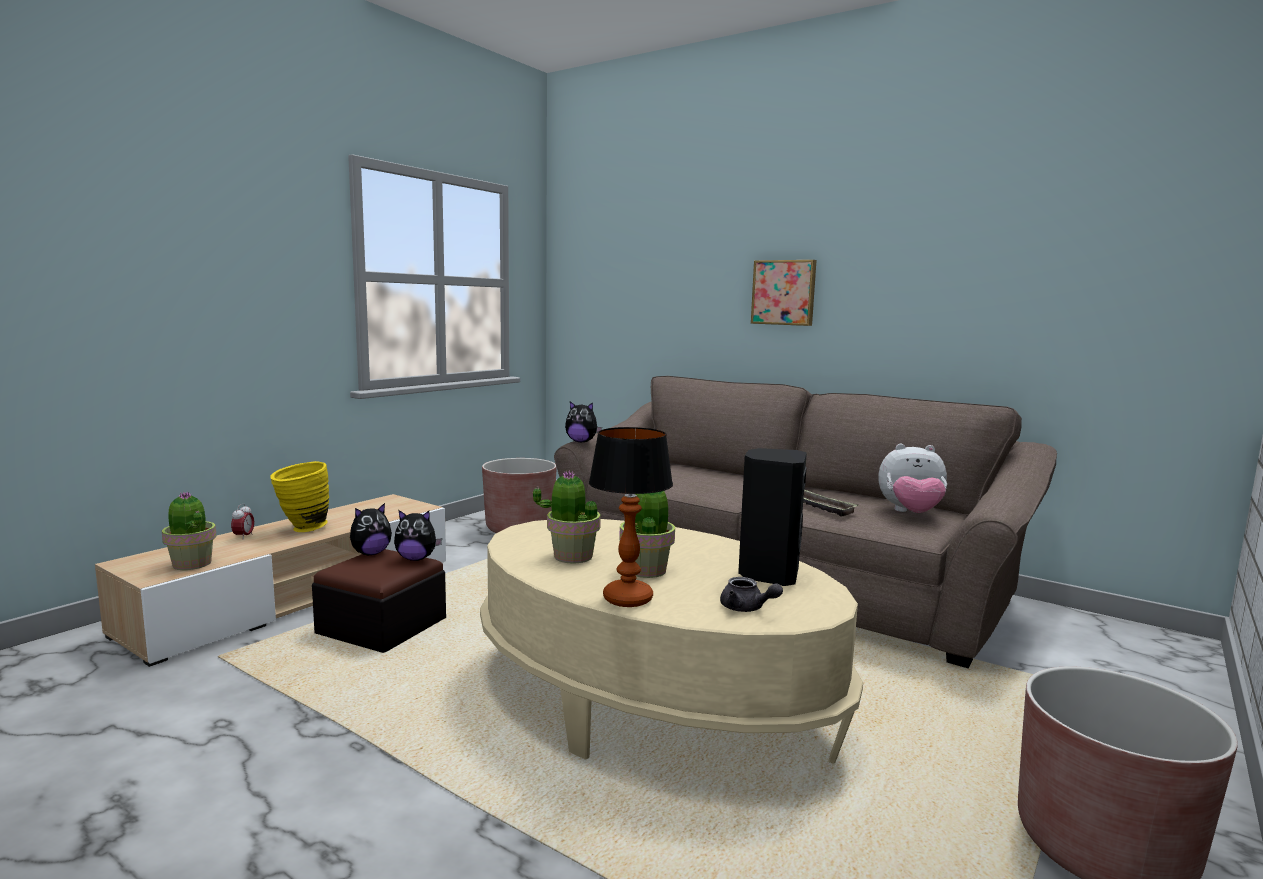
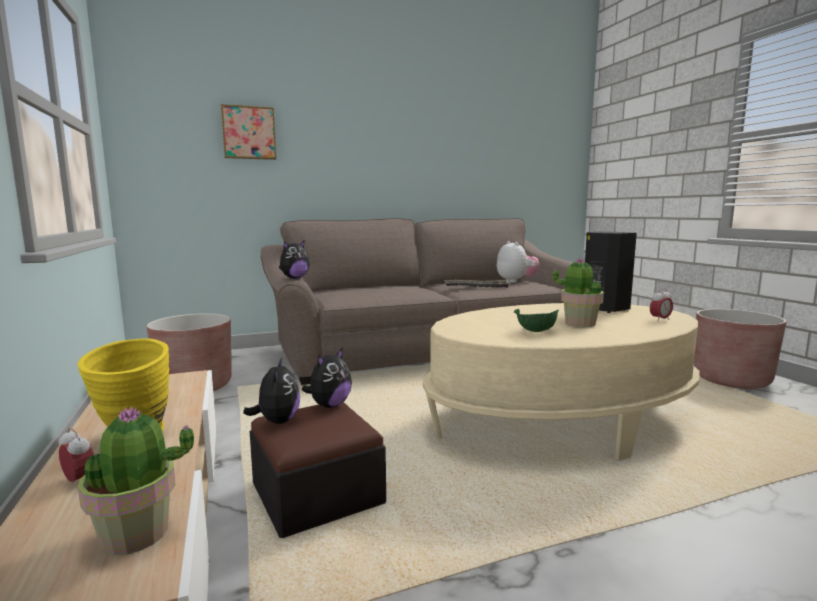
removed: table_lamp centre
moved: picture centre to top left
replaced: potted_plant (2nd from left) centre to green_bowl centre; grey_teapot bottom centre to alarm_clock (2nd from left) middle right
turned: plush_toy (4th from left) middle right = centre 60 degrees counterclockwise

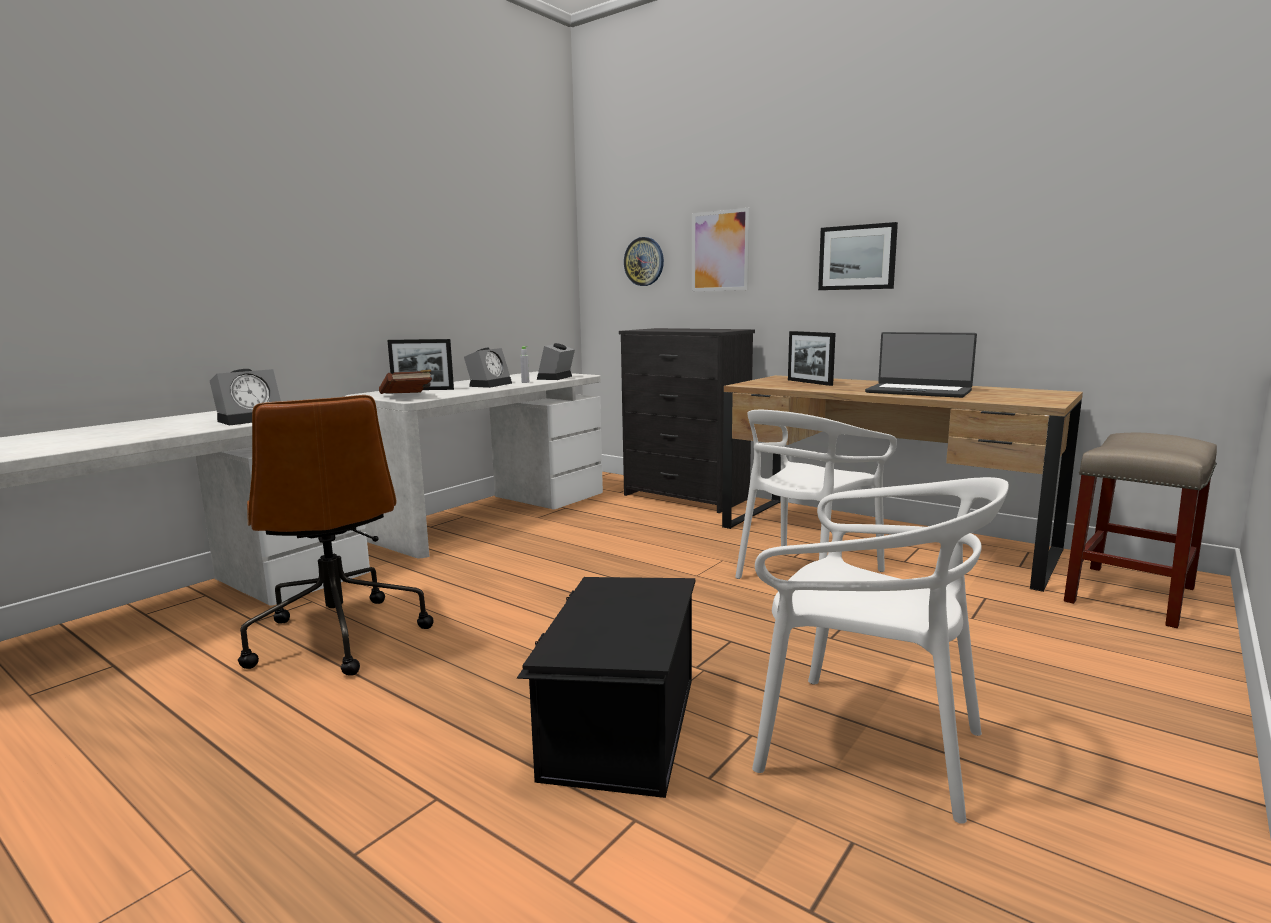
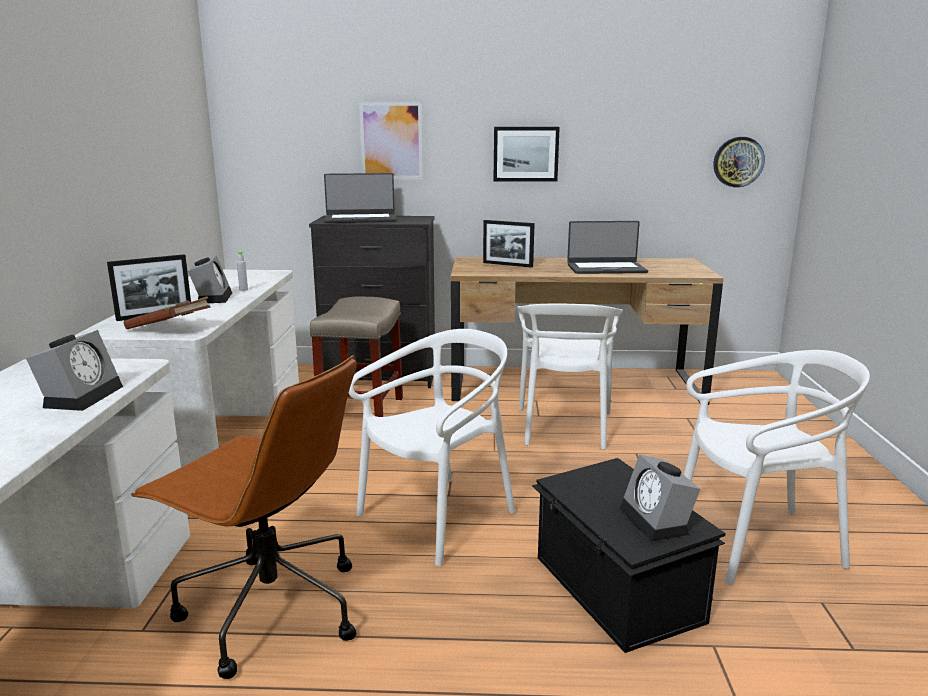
added: laptop (1st from left) top centre; white_chair (1st from left) centre
moved: wall_clock top centre to top right; alarm_clock (3rd from left) centre to bottom right; beige_stool middle right to centre

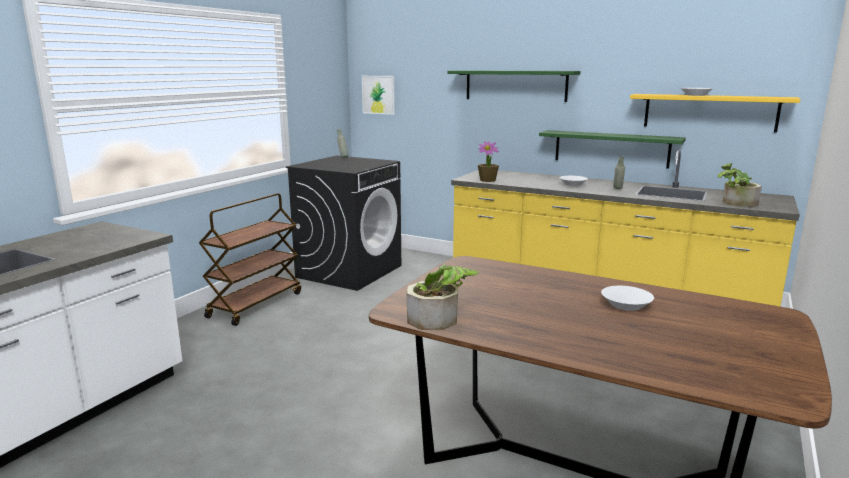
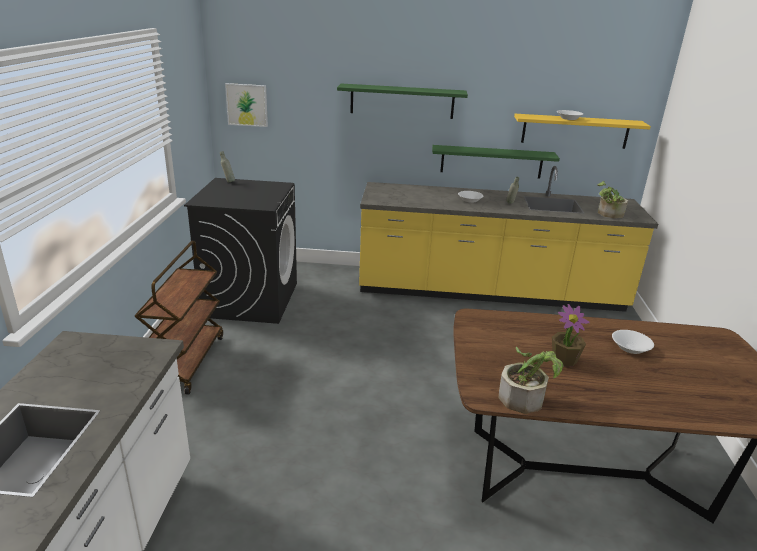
moved: potted_plant (2nd from left) centre to middle right

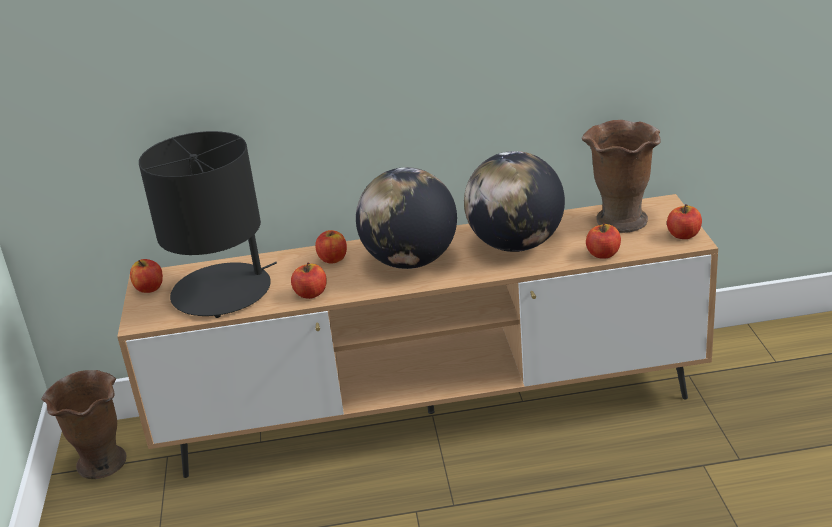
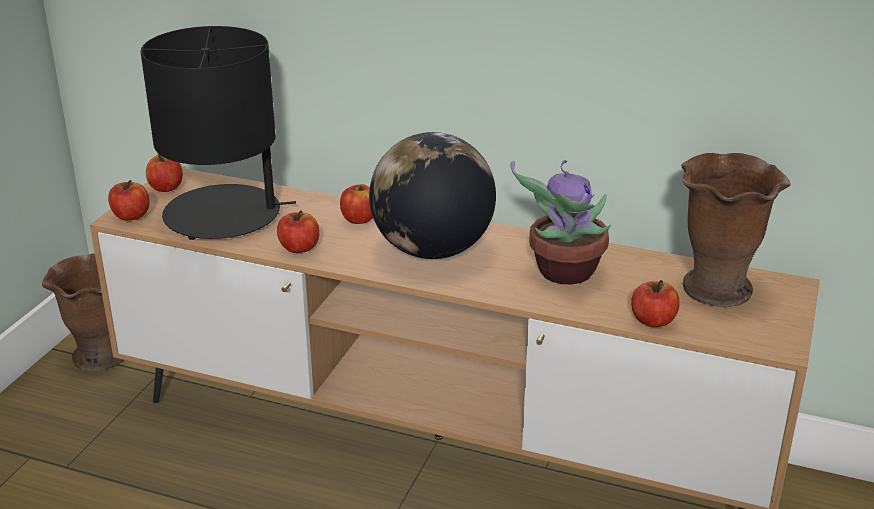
moved: apple (5th from left in the first image) middle right to apple (1st from left) middle left
replaced: globe (2nd from left) centre to potted_plant centre

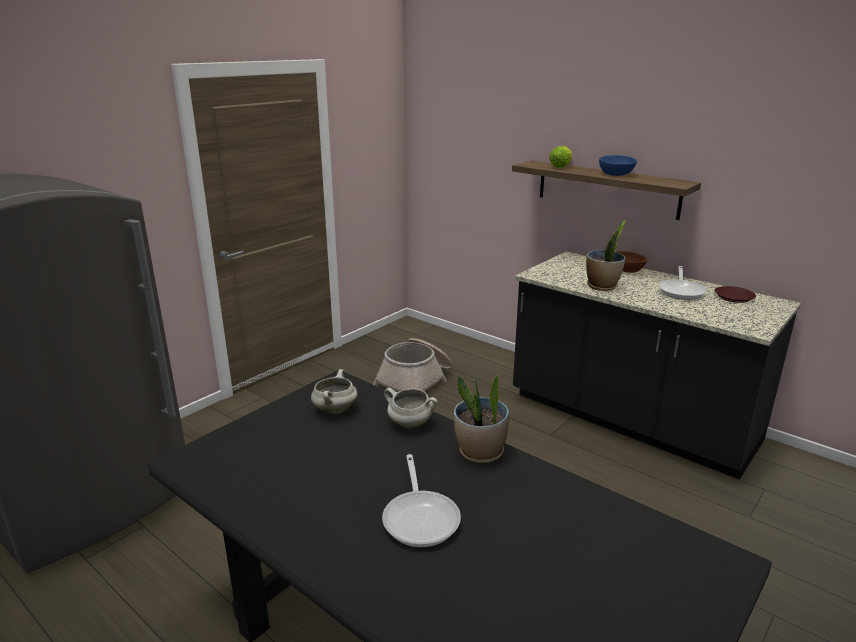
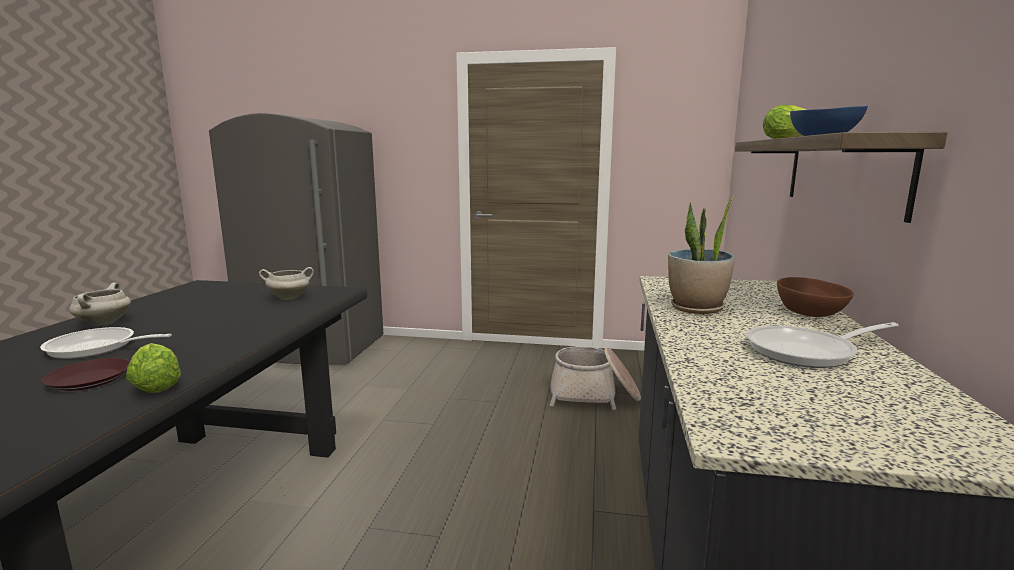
removed: potted_plant (1st from left) centre
added: lettuce (1st from left) middle left
moved: brown_plate middle right to middle left; white_cooking_pot (2nd from left in the first image) centre to white_cooking_pot (1st from left) middle left
turned: frying_pan (1st from left) bottom centre = middle left 45 degrees clockwise

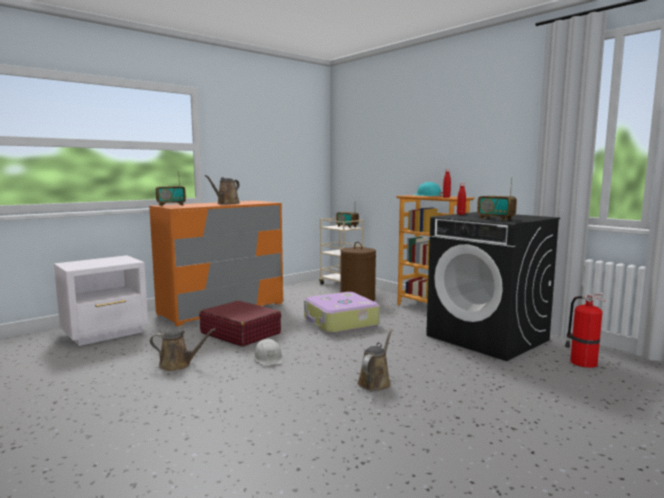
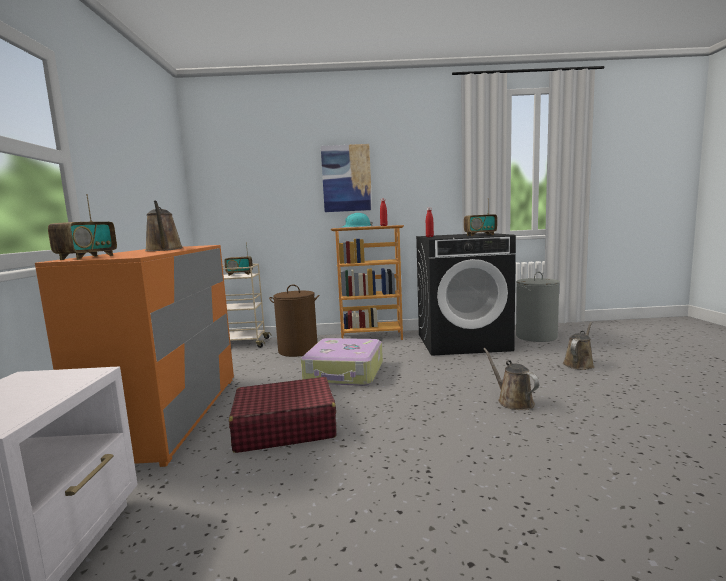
removed: white_hard_hat bottom centre
added: picture top centre
moved: brown_watering_can (1st from left in the first image) bottom left to brown_watering_can (3rd from left) middle right
replaced: fire_extinguisher middle right to grey_laundry_basket middle right

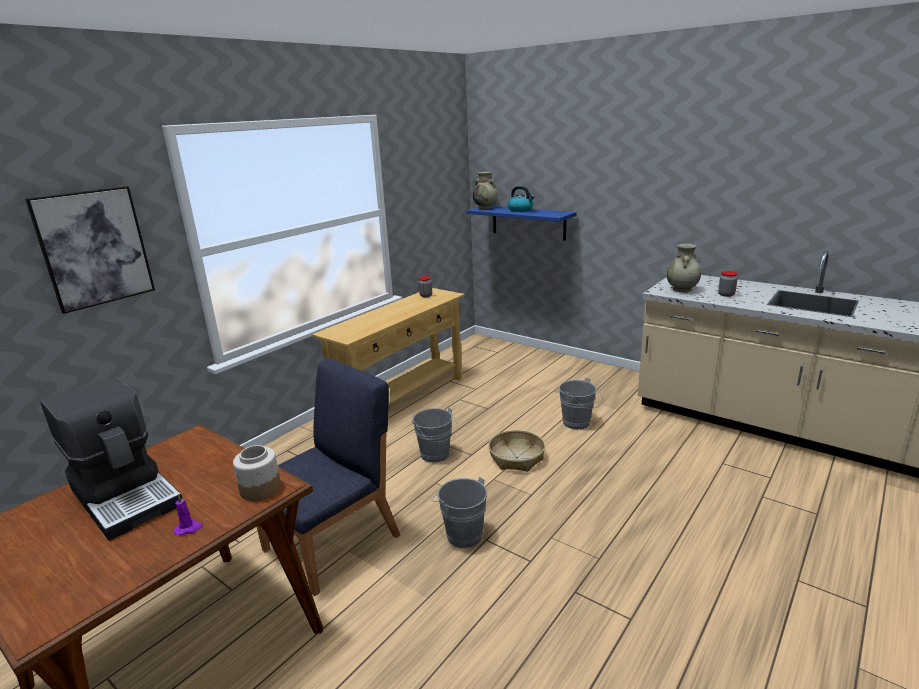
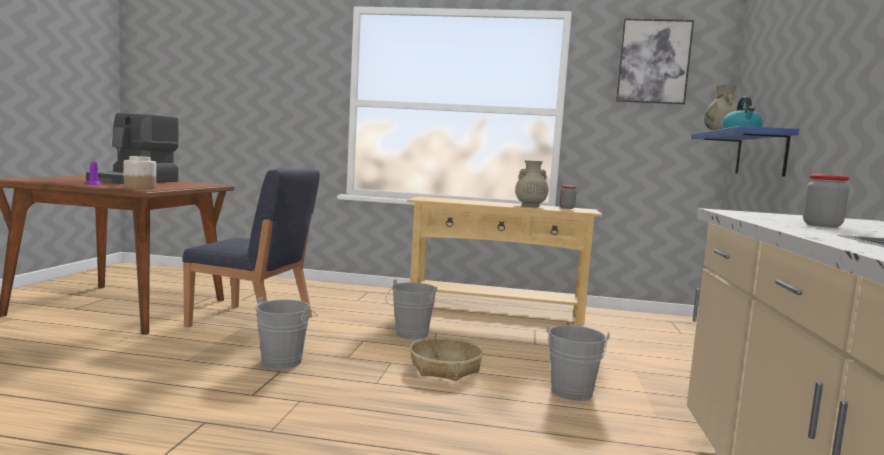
moved: picture middle left to top right; beige_vase (2nd from left in the first image) middle right to beige_vase (1st from left) centre

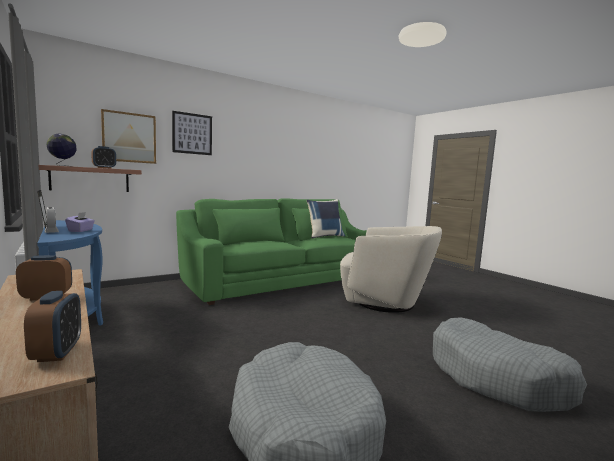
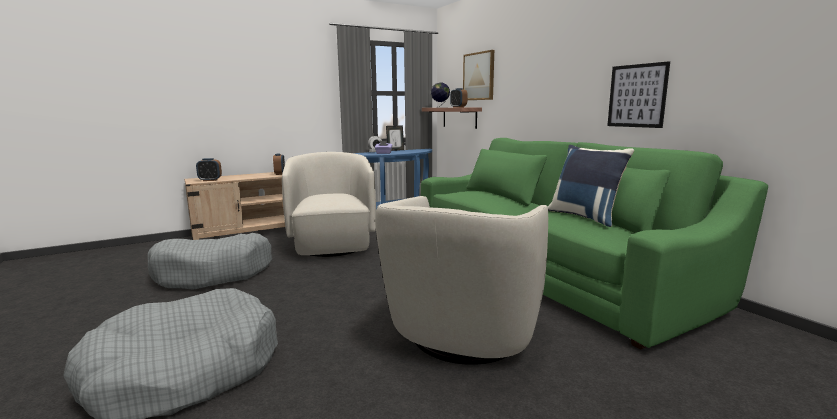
added: beige_armchair (1st from left) centre
moved: picture (2nd from left) top left to top right

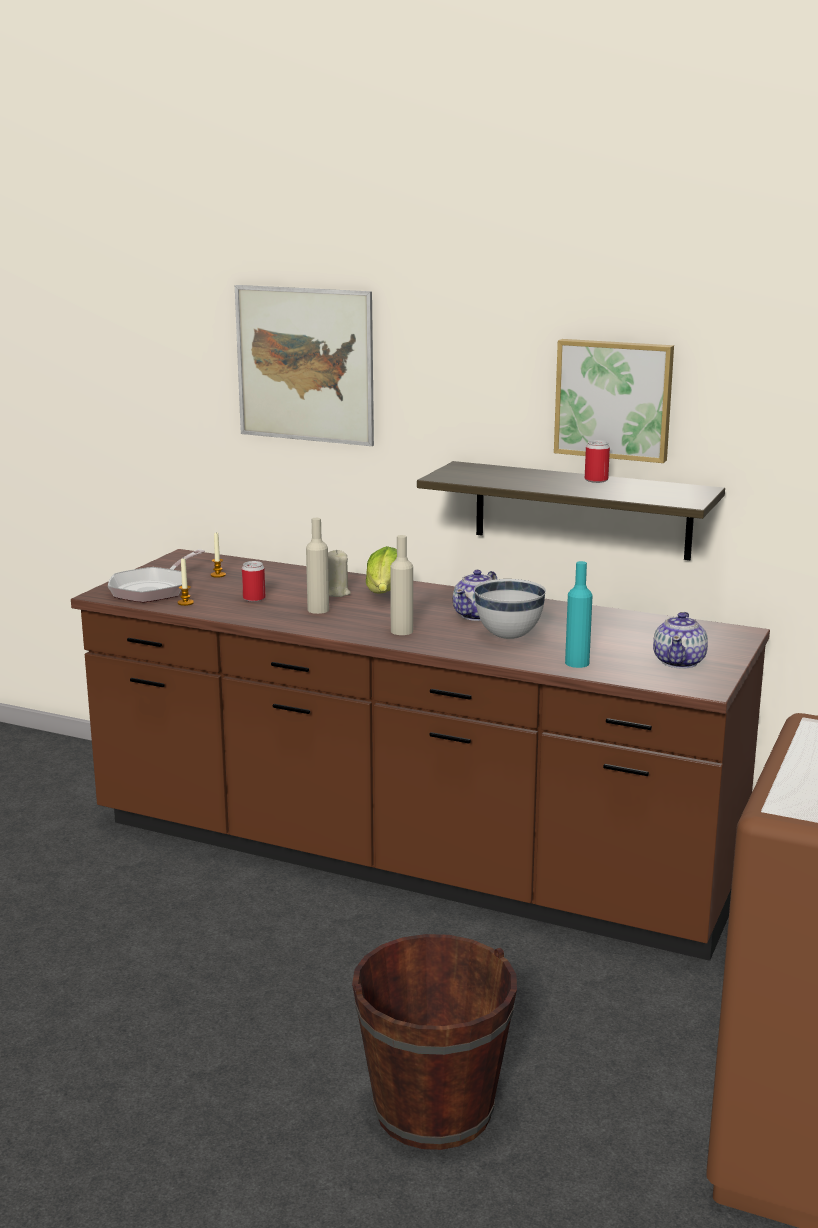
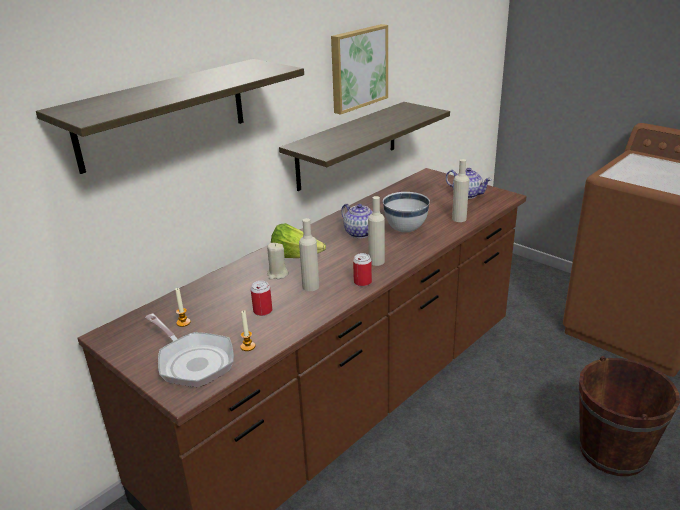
moved: can (2nd from left) middle right to centre
replaced: picture (1st from left) top centre to shelf (1st from left) top left
recoloured: turquoise_bottle middle right to beige_bottle (3rd from left) middle right

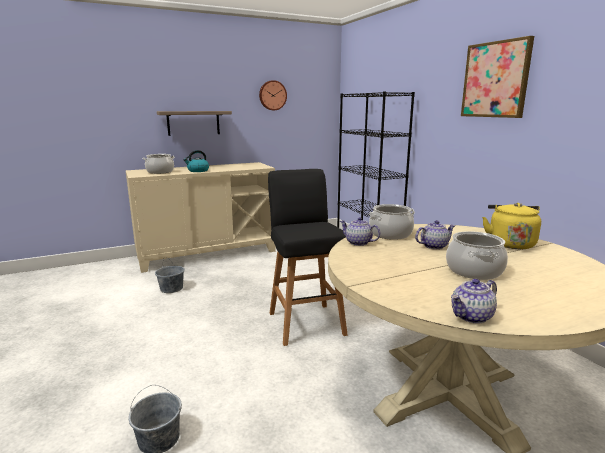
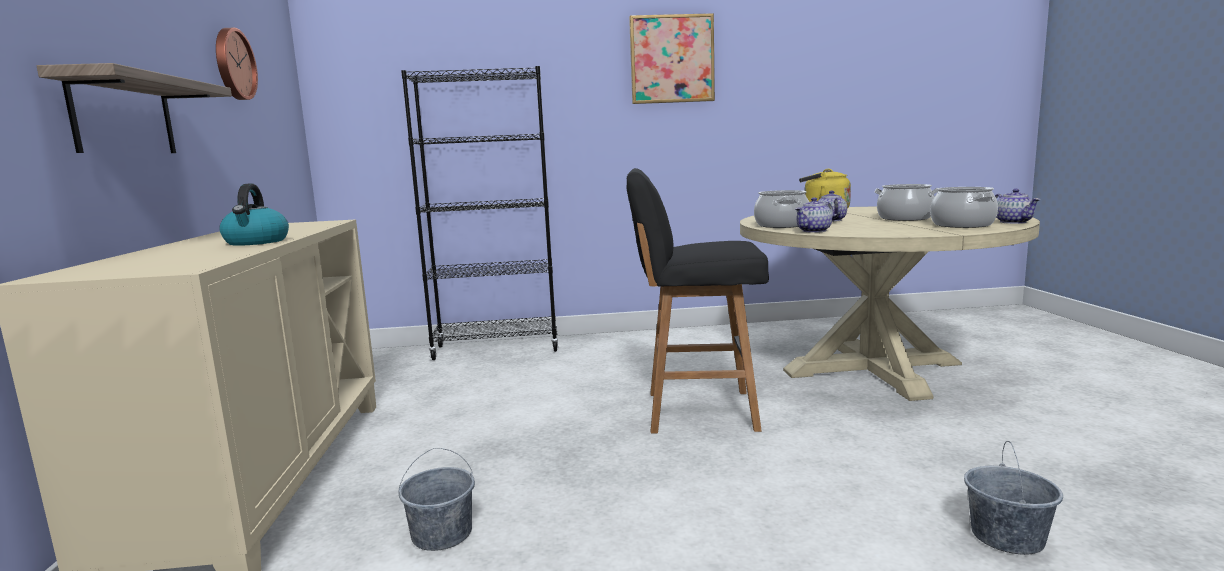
moved: cooking_pot (1st from left in the first image) middle left to cooking_pot (3rd from left) middle right

